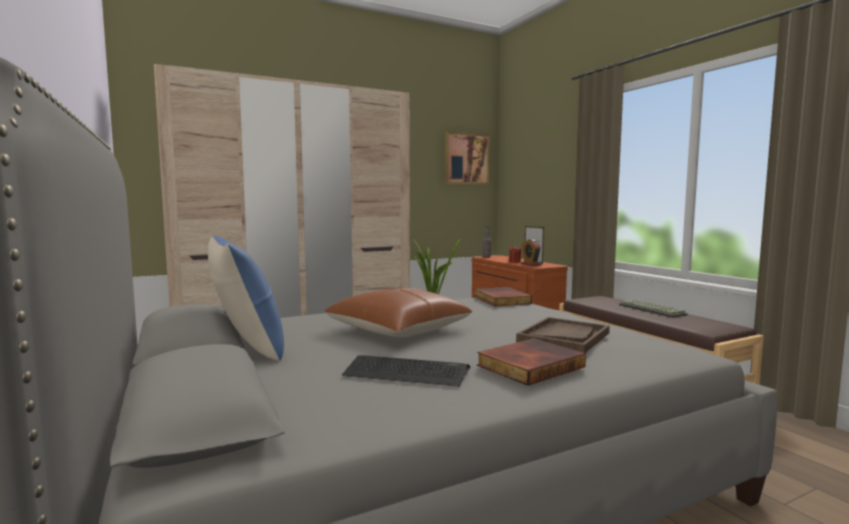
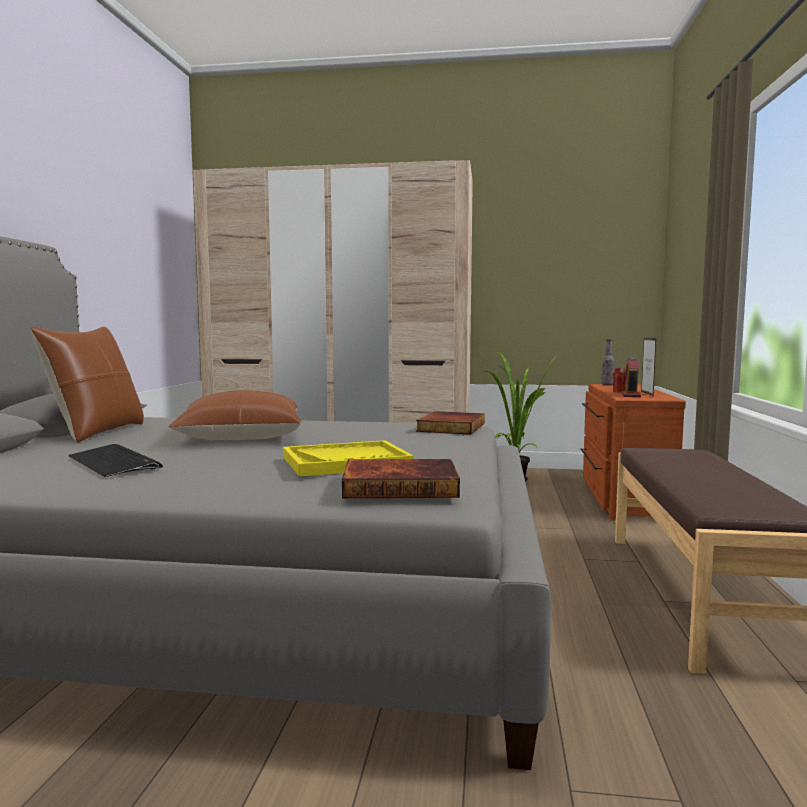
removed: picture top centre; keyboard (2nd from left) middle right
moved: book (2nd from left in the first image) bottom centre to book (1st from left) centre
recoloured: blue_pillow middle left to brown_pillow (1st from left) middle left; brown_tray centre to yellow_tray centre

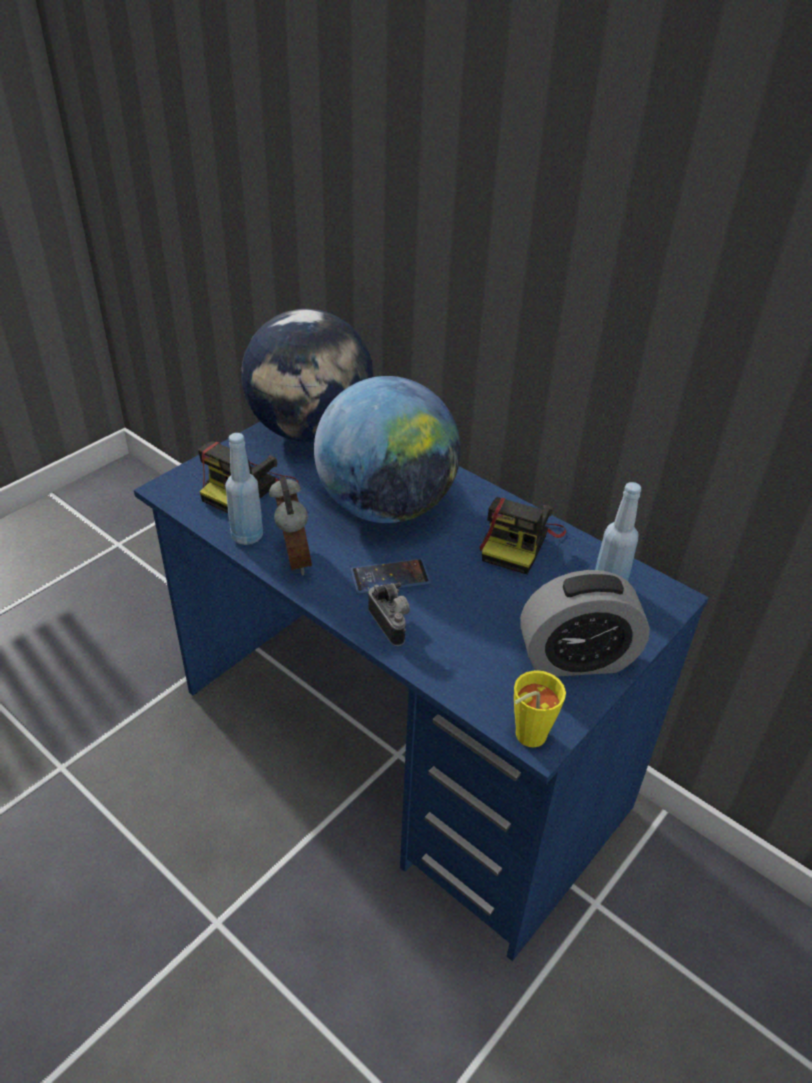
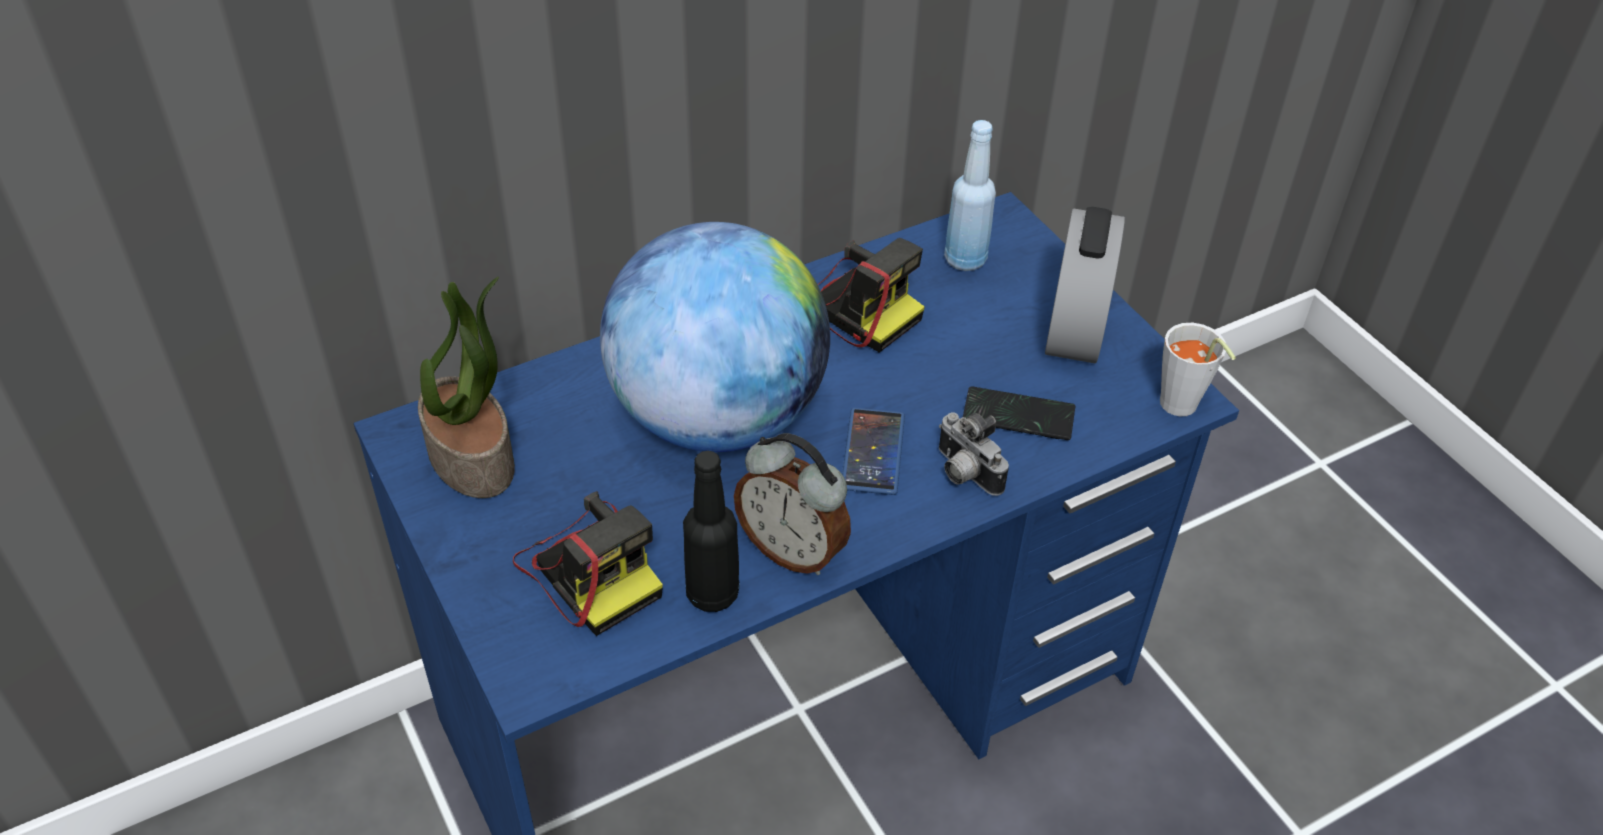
added: phone (2nd from left) centre
replaced: globe (1st from left) centre to potted_plant middle left
recoloured: blue_bottle (1st from left) middle left to black_bottle centre; yellow_cup centre to grey_cup middle right
turned: alarm_clock (1st from left) centre = centre 150 degrees counterclockwise; photo_camera (2nd from left in the first image) centre = centre 120 degrees counterclockwise

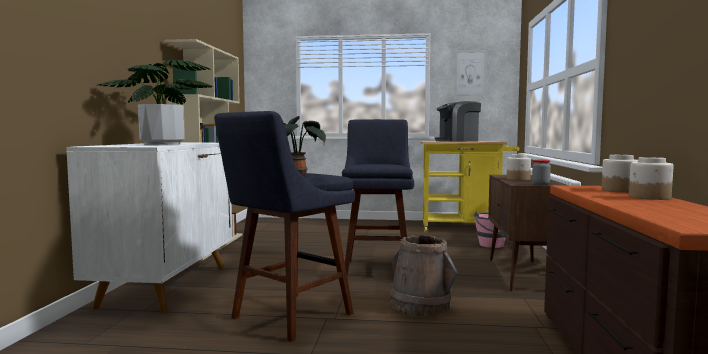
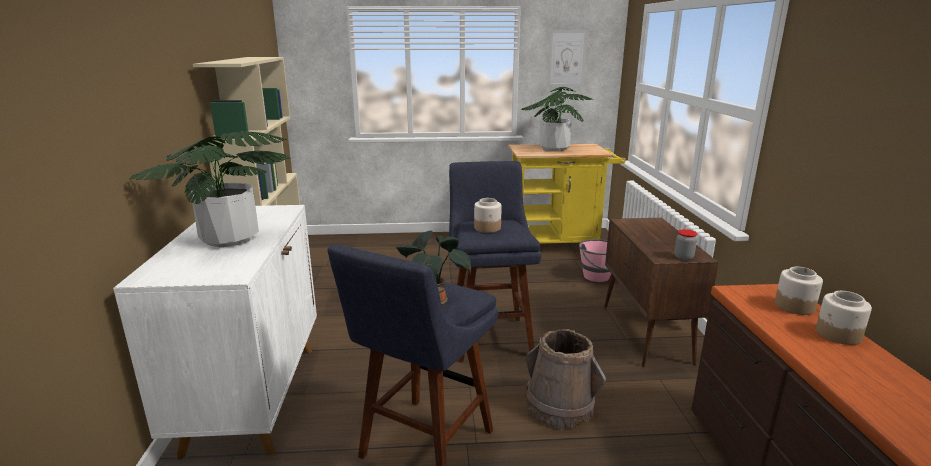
moved: jar (1st from left) middle right to centre
replaced: coffee_machine centre to potted_plant (3rd from left) top centre

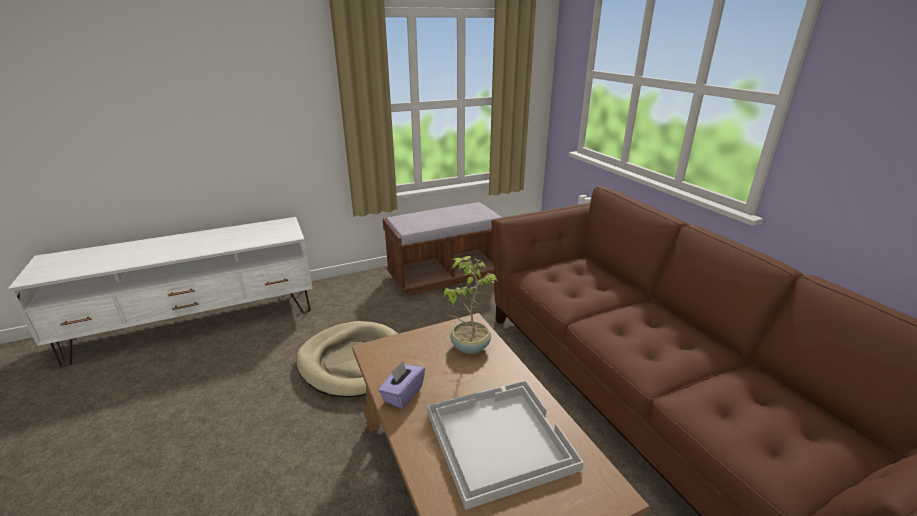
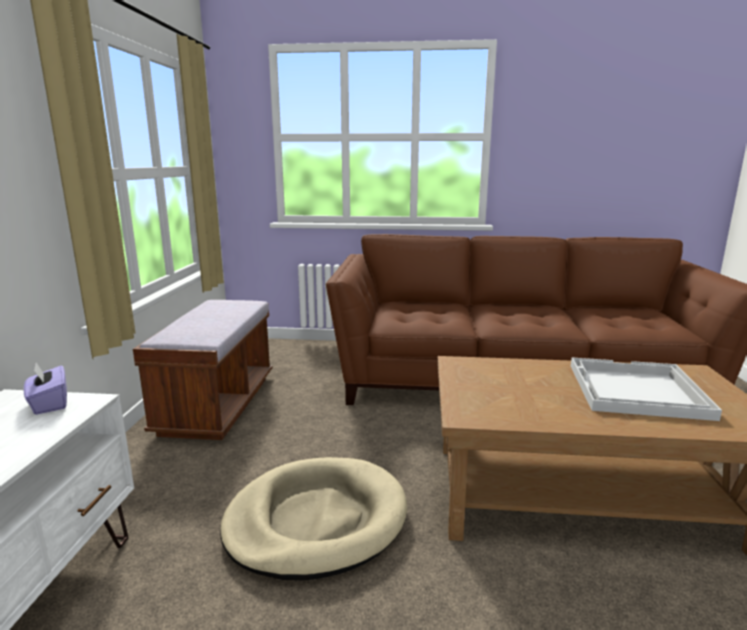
removed: potted_plant centre
moved: purple_tissue_box bottom centre to middle left

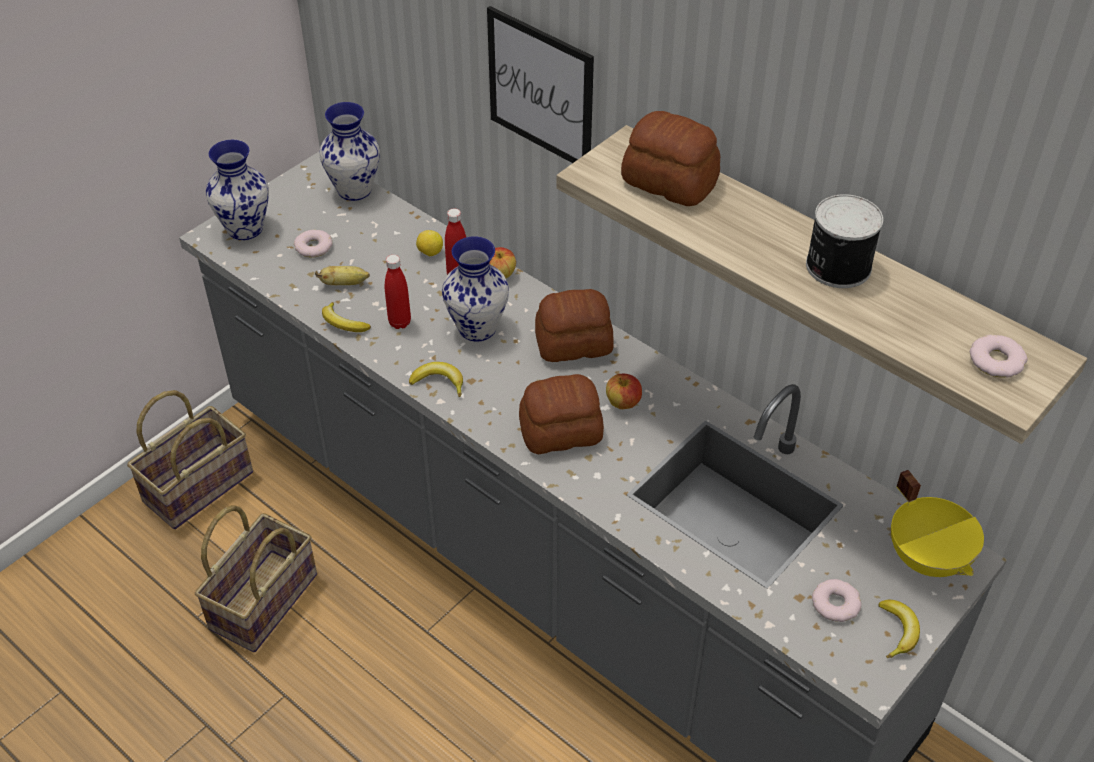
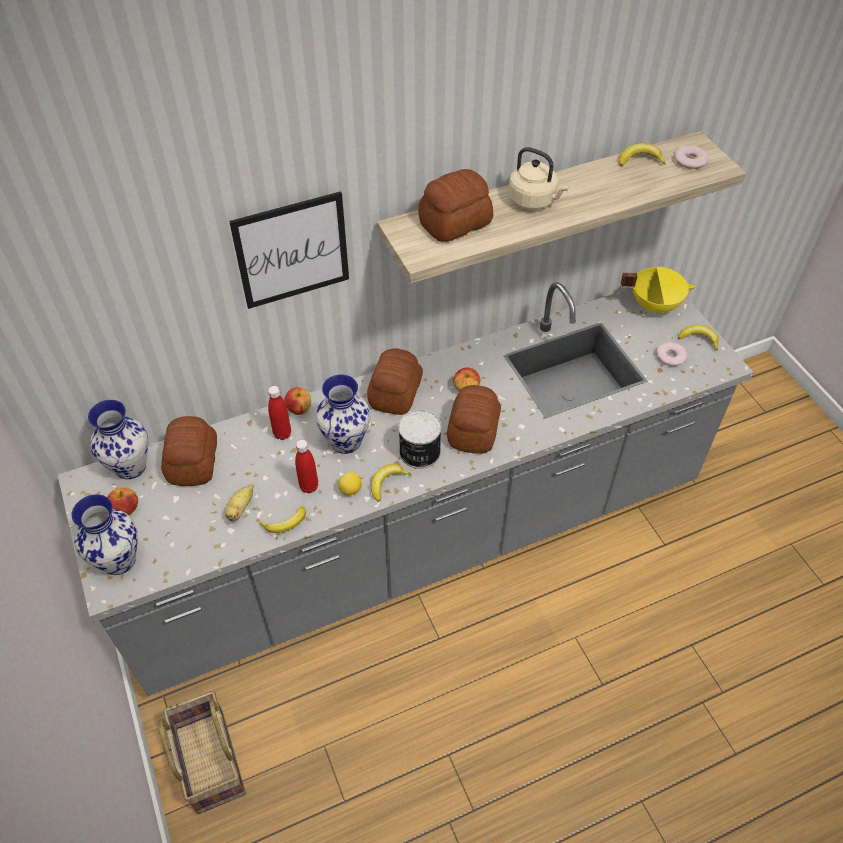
removed: donut (1st from left) top left; basket (2nd from left) bottom left
added: banana (4th from left) top right; beige_kettle top centre; bread (1st from left) middle left; apple (1st from left) middle left
moved: can top right to centre; lemon top centre to centre

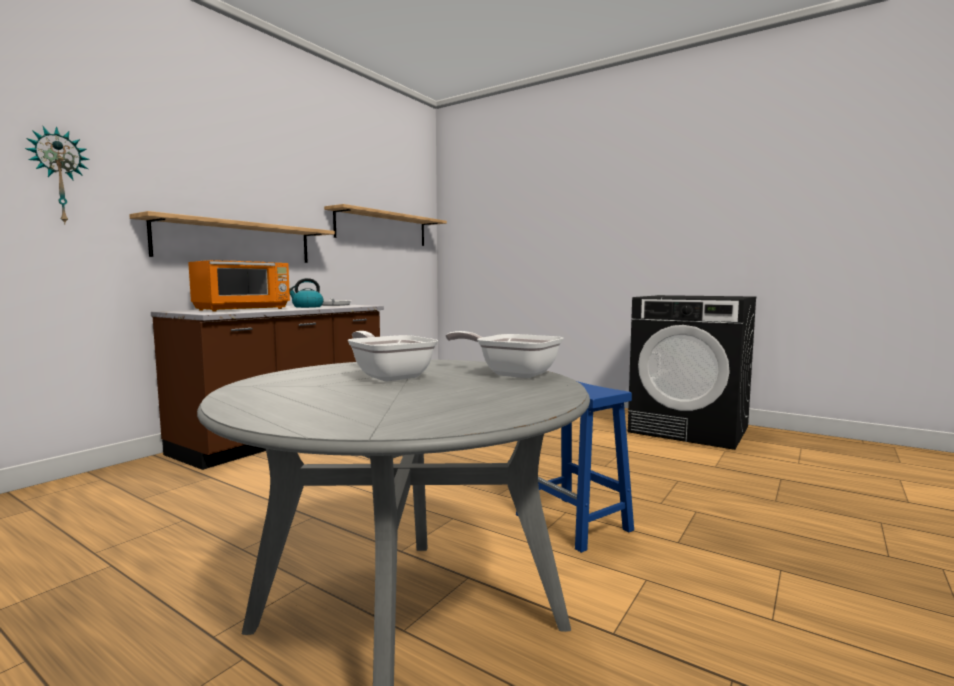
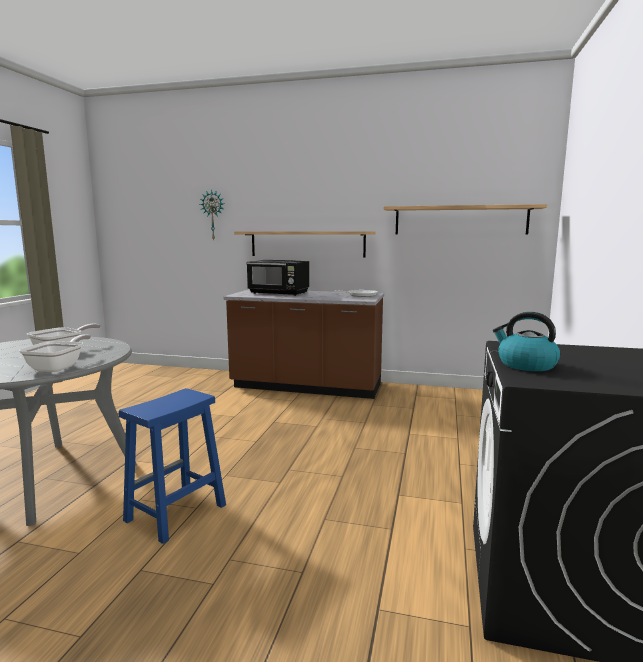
moved: kettle middle left to middle right
recoloured: orange_microwave middle left to black_microwave centre

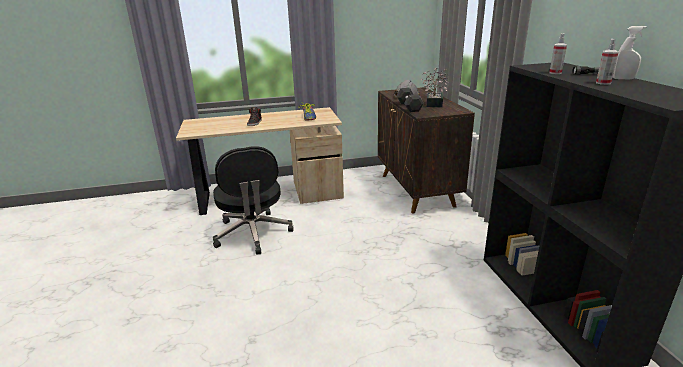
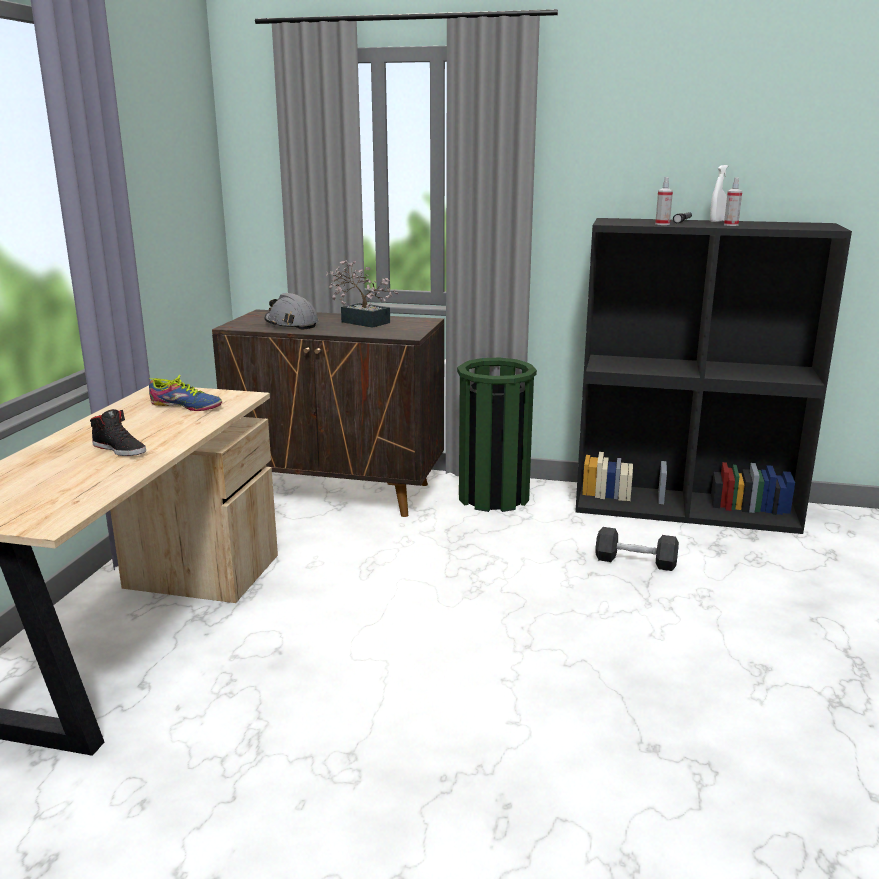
removed: black_office_chair centre
added: green_trash_can centre
moved: black_dumbbell top centre to middle right

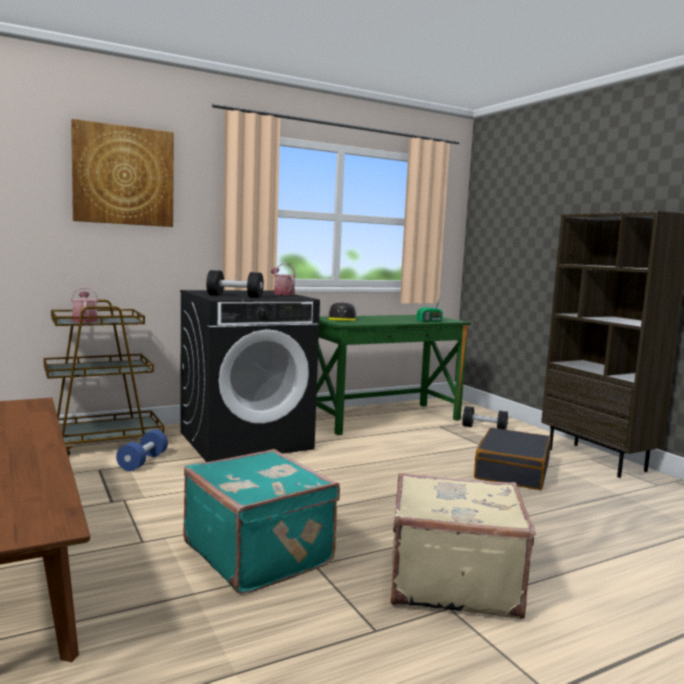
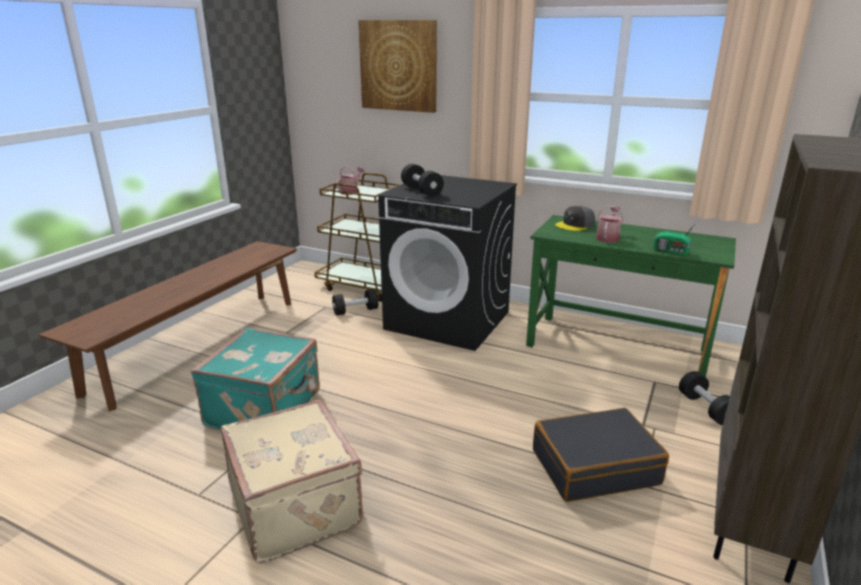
moved: watering_can (2nd from left) centre to middle right
recoloured: blue_dumbbell middle left to black_dumbbell (1st from left) centre

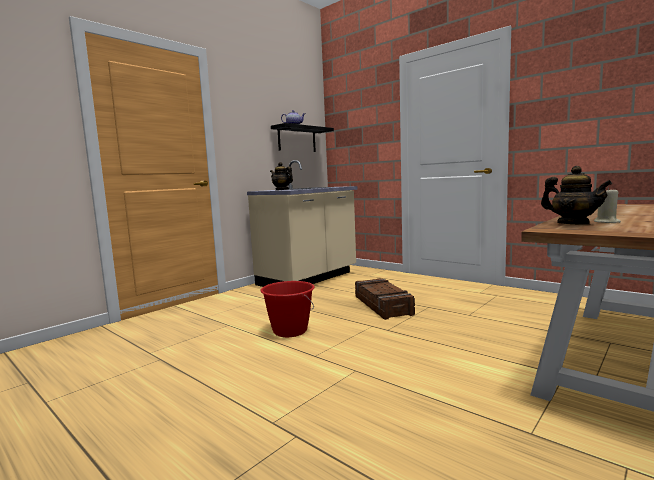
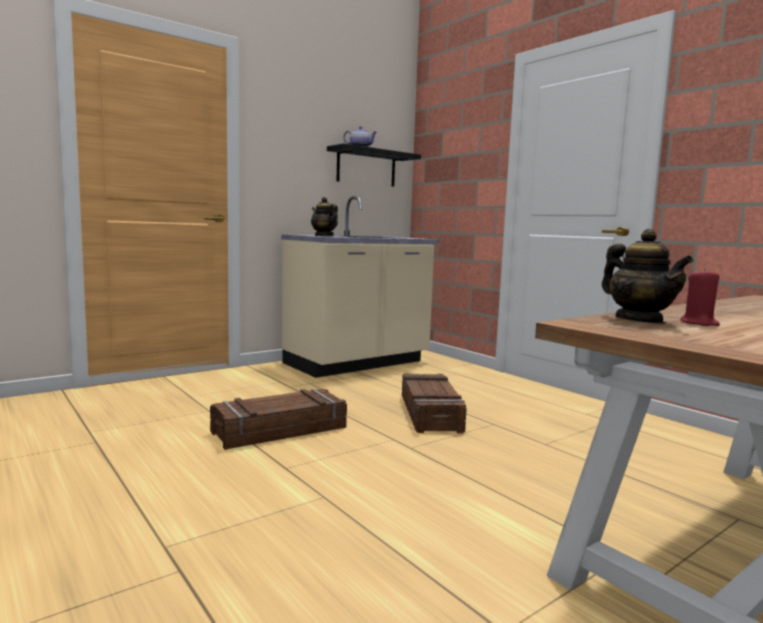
replaced: red_bucket centre to crate (1st from left) bottom centre
recoloured: beige_candle middle right to red_candle middle right

